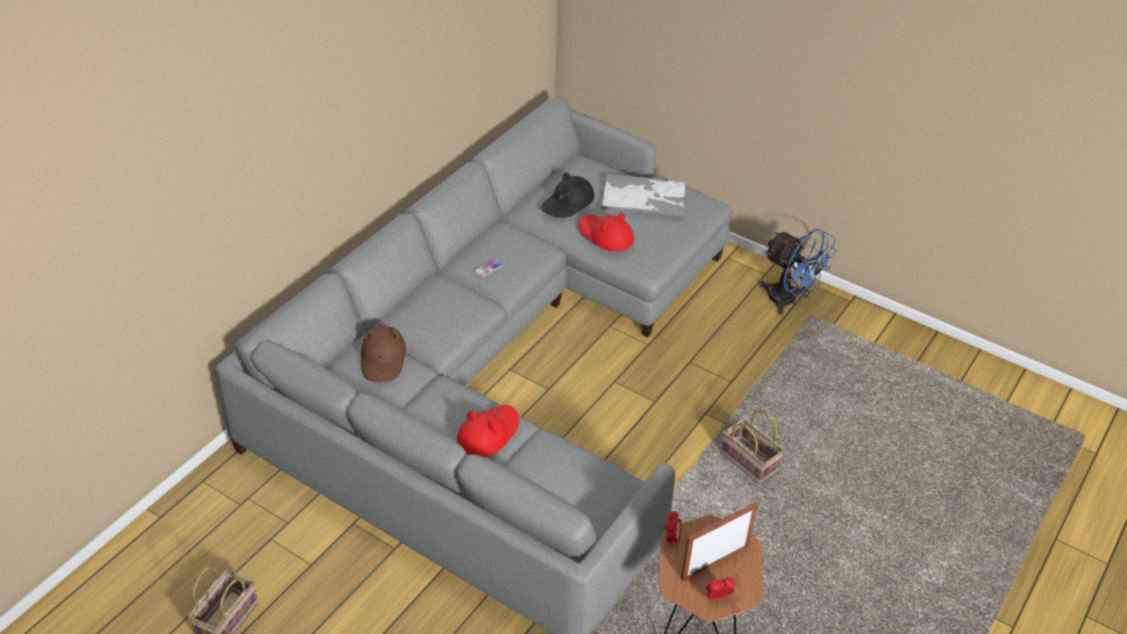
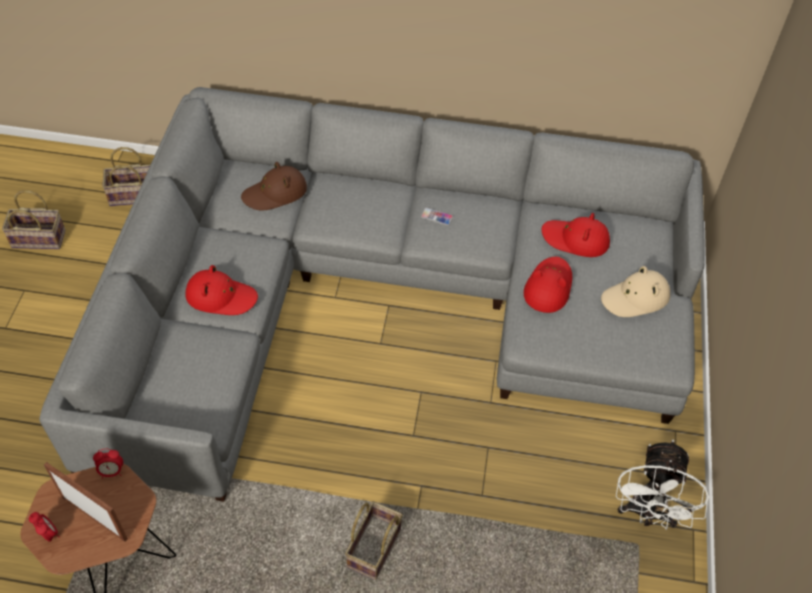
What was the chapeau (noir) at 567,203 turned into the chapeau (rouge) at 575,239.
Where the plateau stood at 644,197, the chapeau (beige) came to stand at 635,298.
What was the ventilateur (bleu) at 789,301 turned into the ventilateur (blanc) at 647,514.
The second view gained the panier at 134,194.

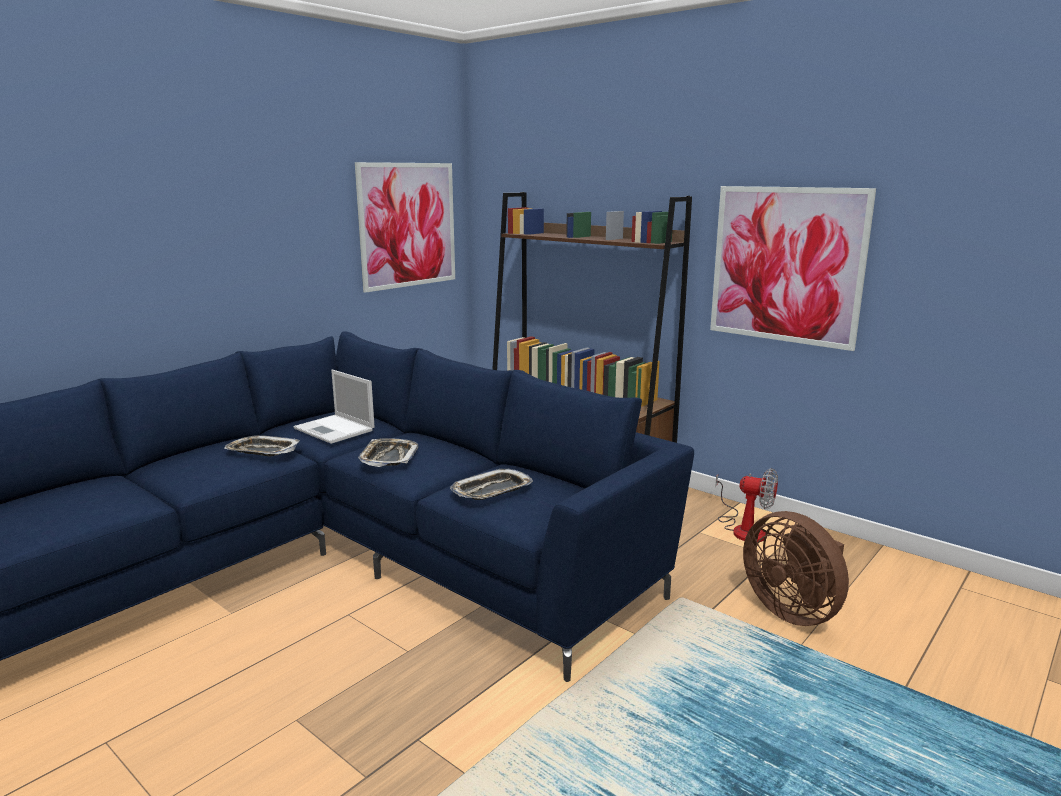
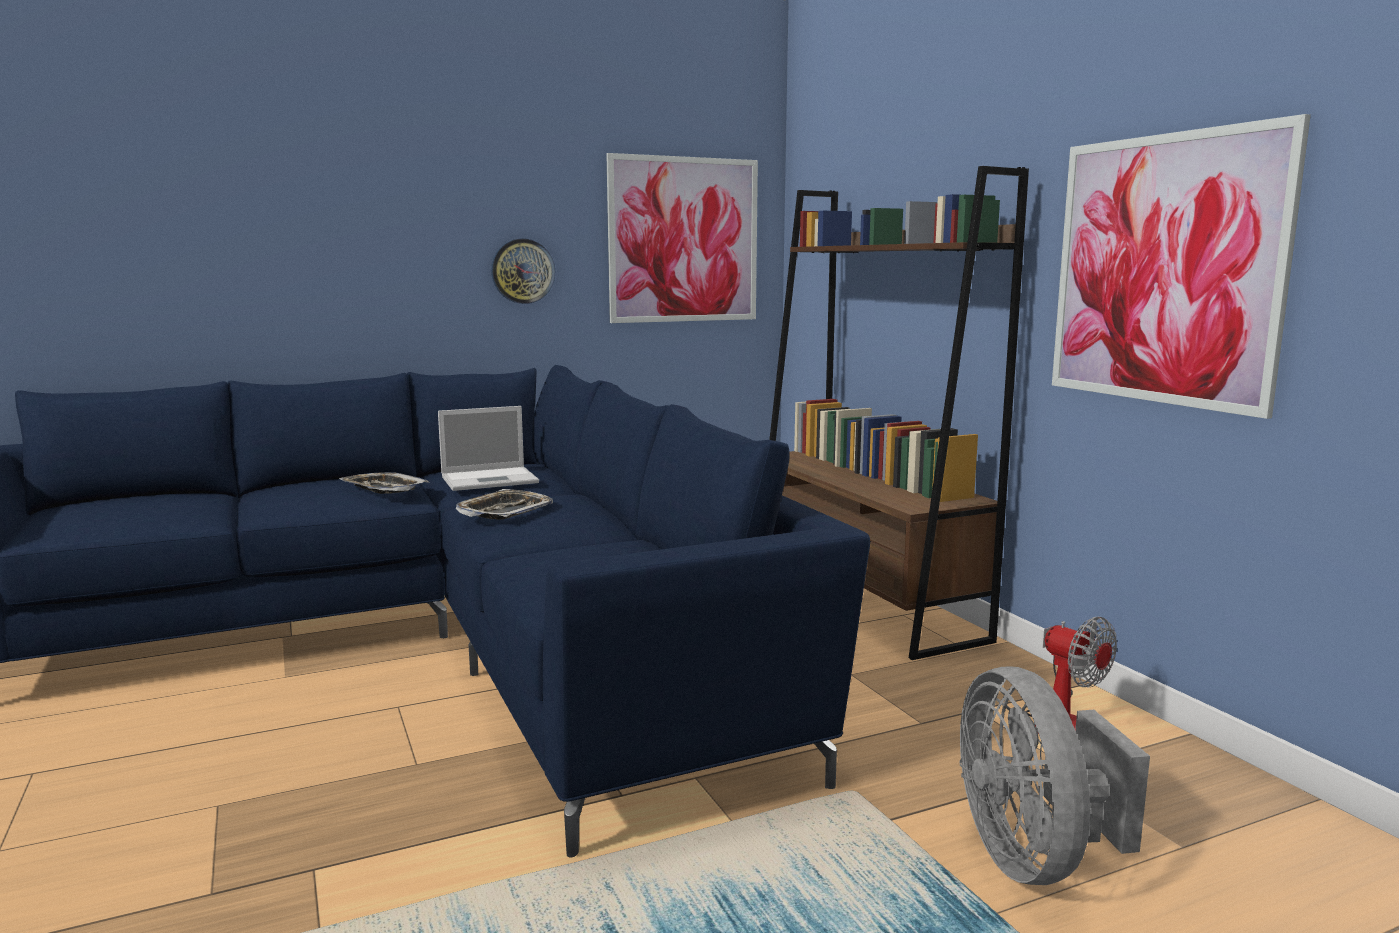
The ordinateur portable at 335,430 ended up facing another way, 90 degrees counterclockwise from before.
The second view lost the plateau at 492,491.
What was the ventilateur (marron) at 793,611 turned into the ventilateur (gris) at 1033,857.
The second view gained the horloge murale at 523,271.

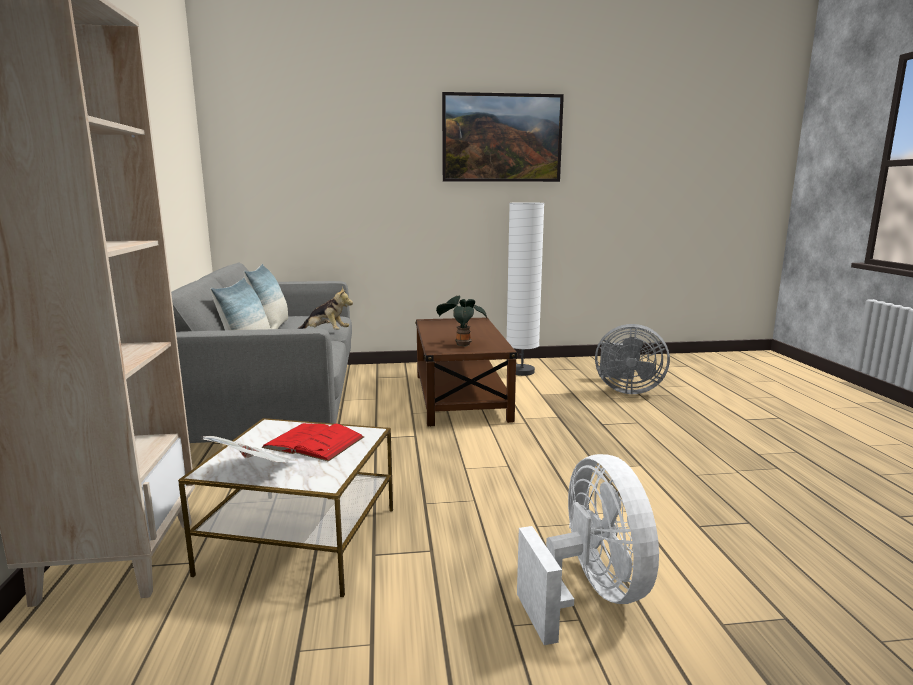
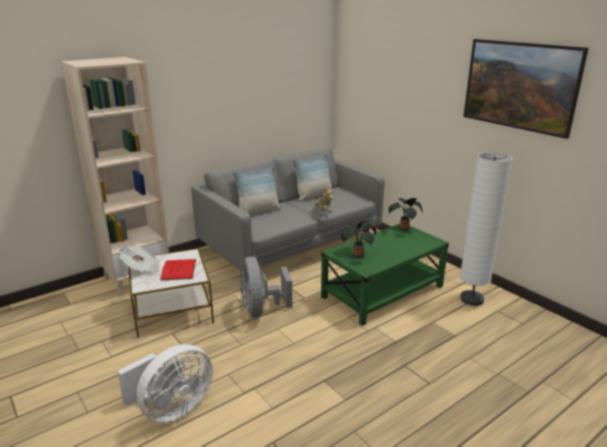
What was the table basse (marron) at 460,397 turned into the table basse (vert) at 383,292.
The ventilateur (gris) ended up elsewhere, having gone from 626,390 to 261,310.
The second view gained the plante en pot at 404,229.

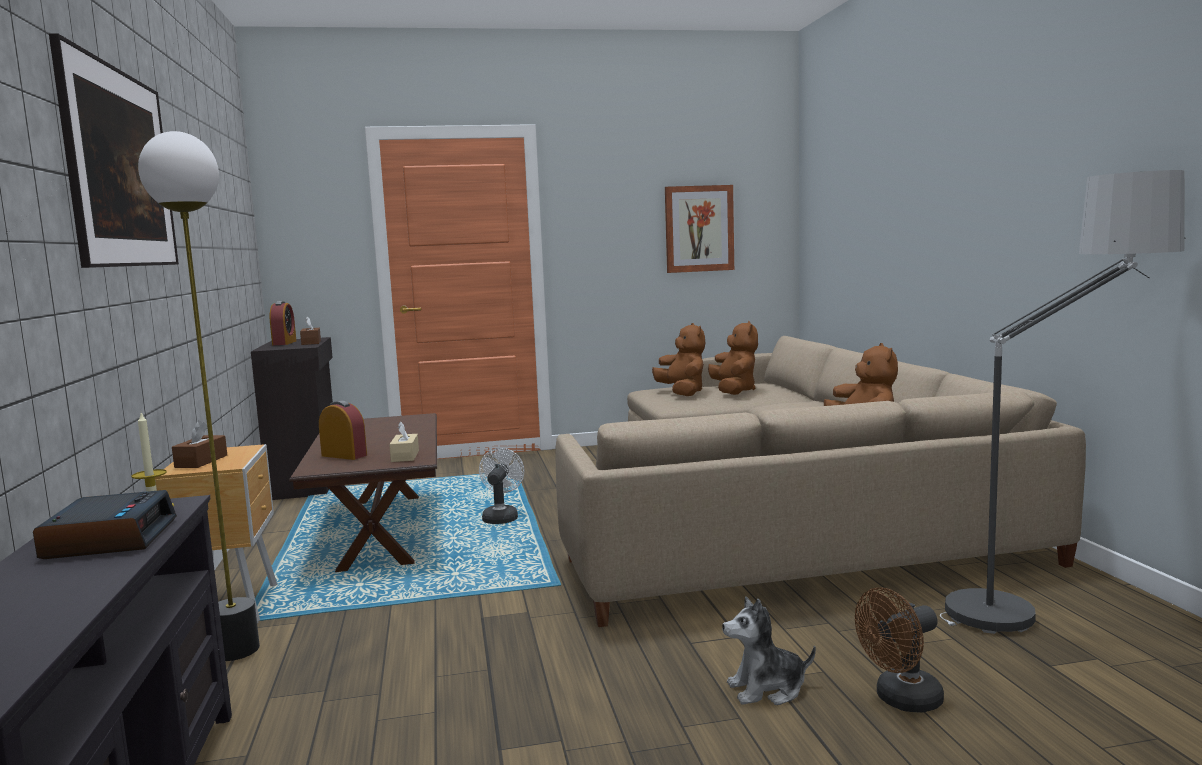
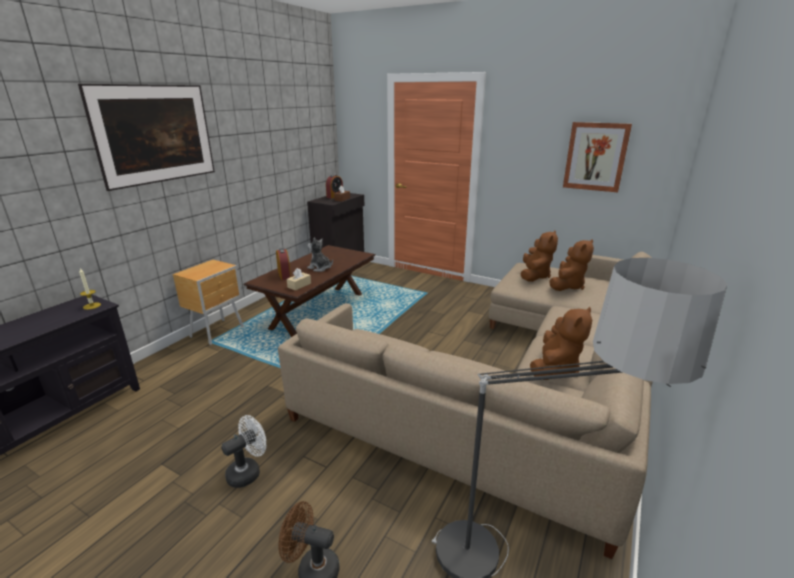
The second view lost the lampadaire at 237,650.
The second view lost the boîte à mouchoirs (marron) at 201,461.
The ventilateur (blanc) ended up elsewhere, having gone from 501,517 to 248,472.
The second view lost the réveil at 110,538.
The peluche ended up elsewhere, having gone from 767,689 to 320,268.

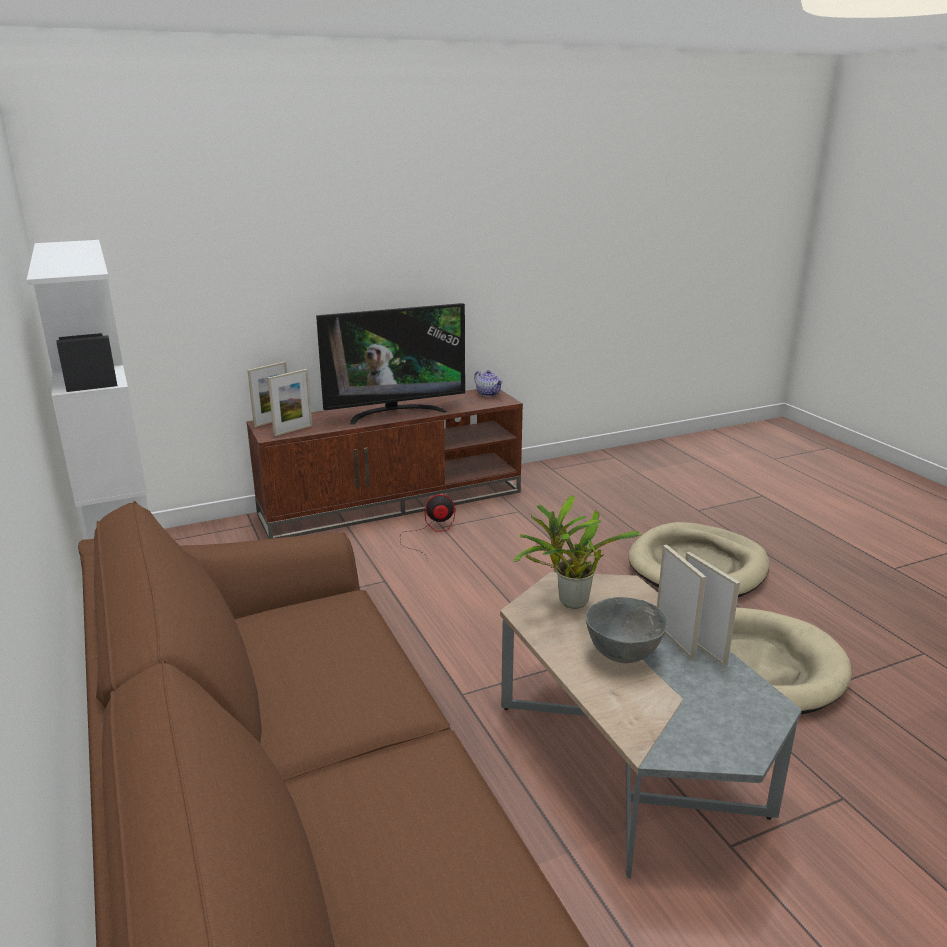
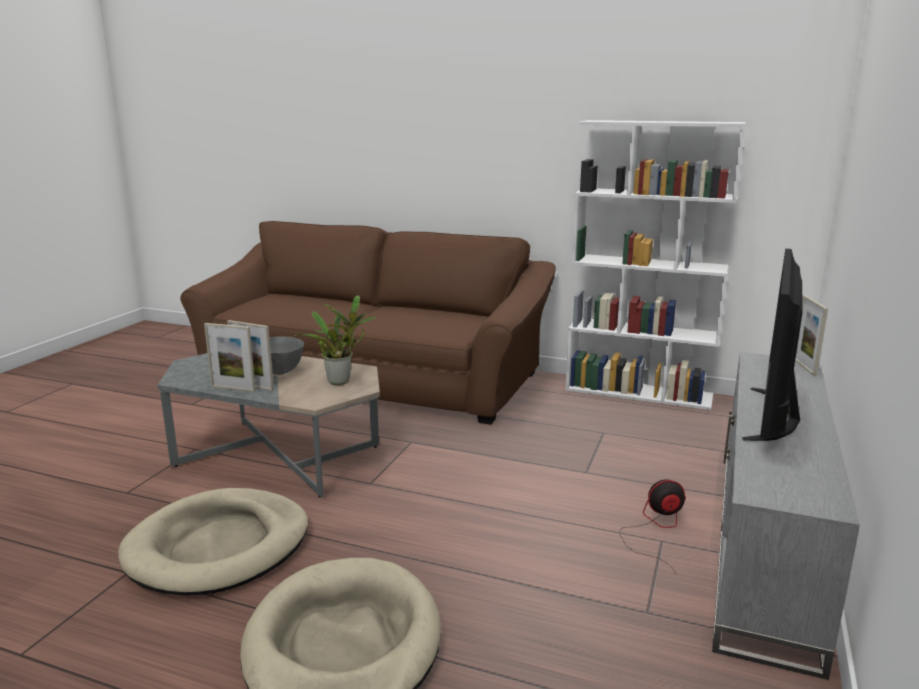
The second view lost the cadre photo at 293,430.
The second view lost the théière at 488,394.
What was the meuble télé (marron) at 393,502 turned into the meuble télé (gris) at 767,542.
The ventilateur at 430,532 ended up facing another way, 135 degrees counterclockwise from before.

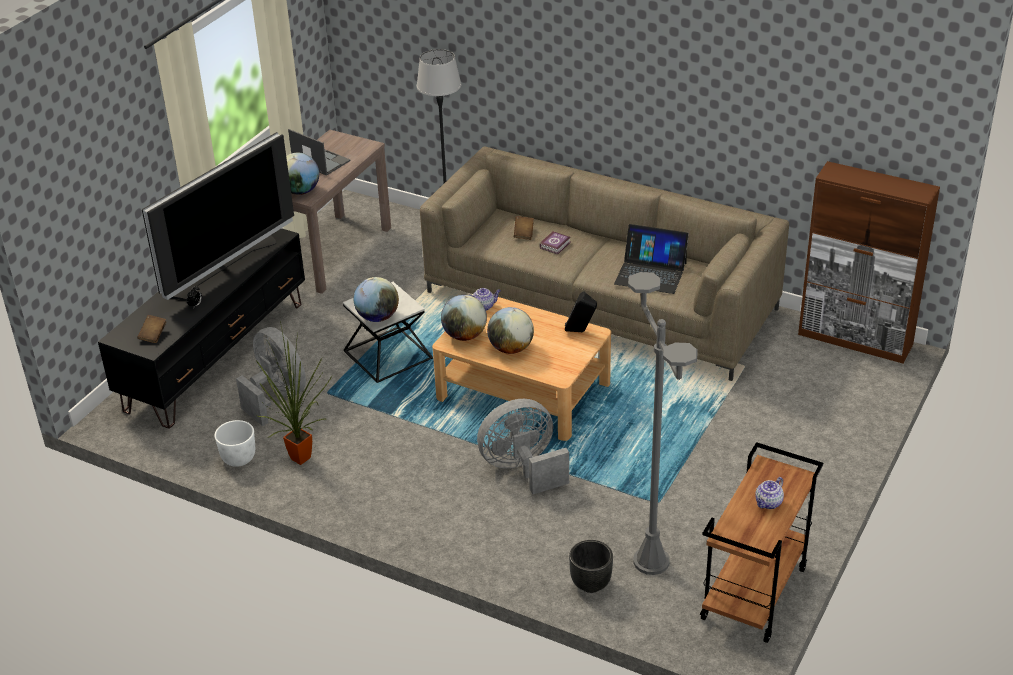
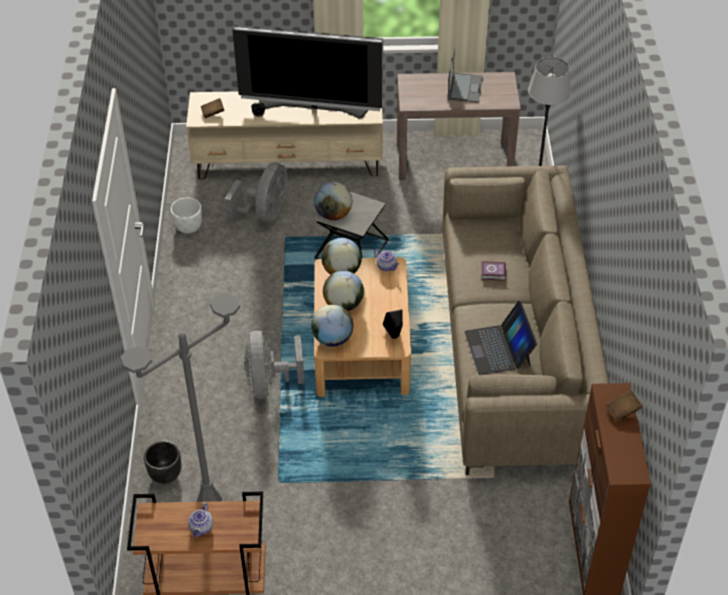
The globe ended up elsewhere, having gone from 300,191 to 332,339.
The livre (marron) ended up elsewhere, having gone from 524,233 to 622,410.
What was the meuble télé (noir) at 216,355 turned into the meuble télé (beige) at 289,162.
The second view lost the plante en pot at 304,457.
The ventilateur (gris) at 523,469 ended up facing another way, 135 degrees counterclockwise from before.
The théière at 768,503 ended up facing another way, 90 degrees counterclockwise from before.

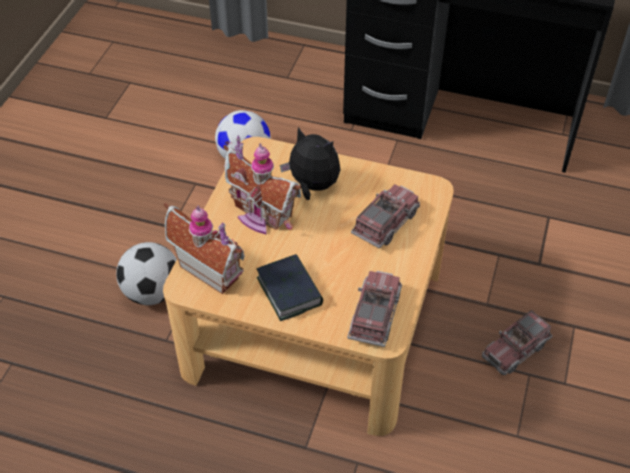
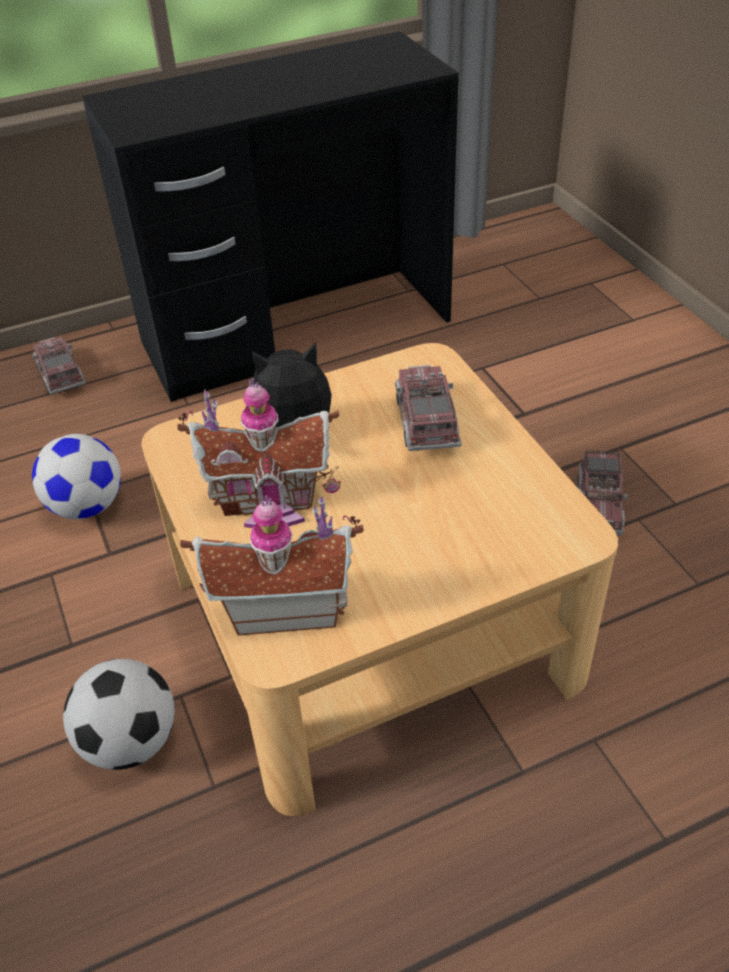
The second view lost the livre at 289,291.
The camion jouet ended up elsewhere, having gone from 374,315 to 61,375.

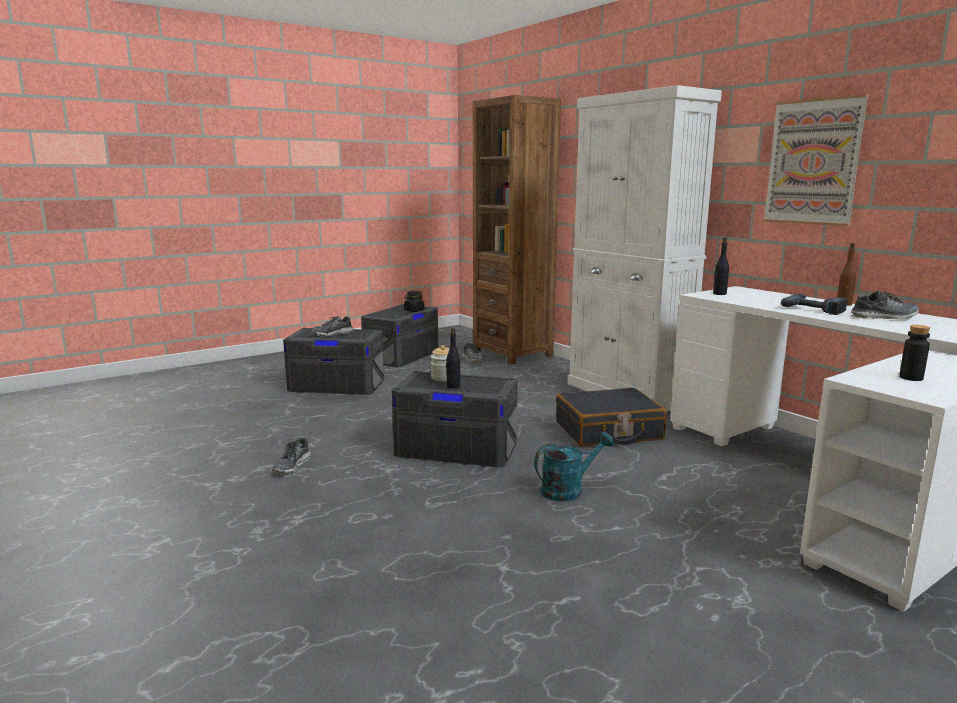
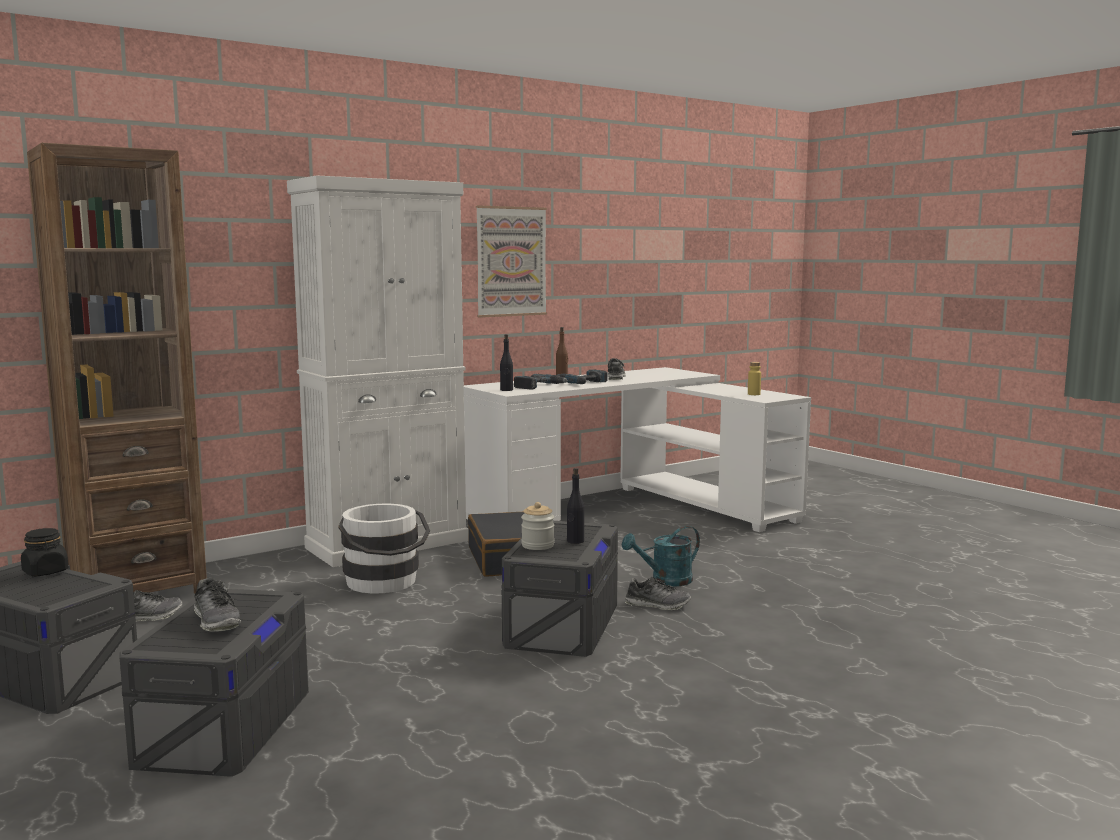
What was the bouteille (noir) at 911,378 turned into the bouteille (jaune) at 754,394.
The arrosoir (turquoise) at 568,490 ended up facing another way, 90 degrees counterclockwise from before.
The chaussure ended up elsewhere, having gone from 292,466 to 657,605.
The second view gained the perceuse at 539,386.
The second view gained the seau (blanc) at 384,583.

